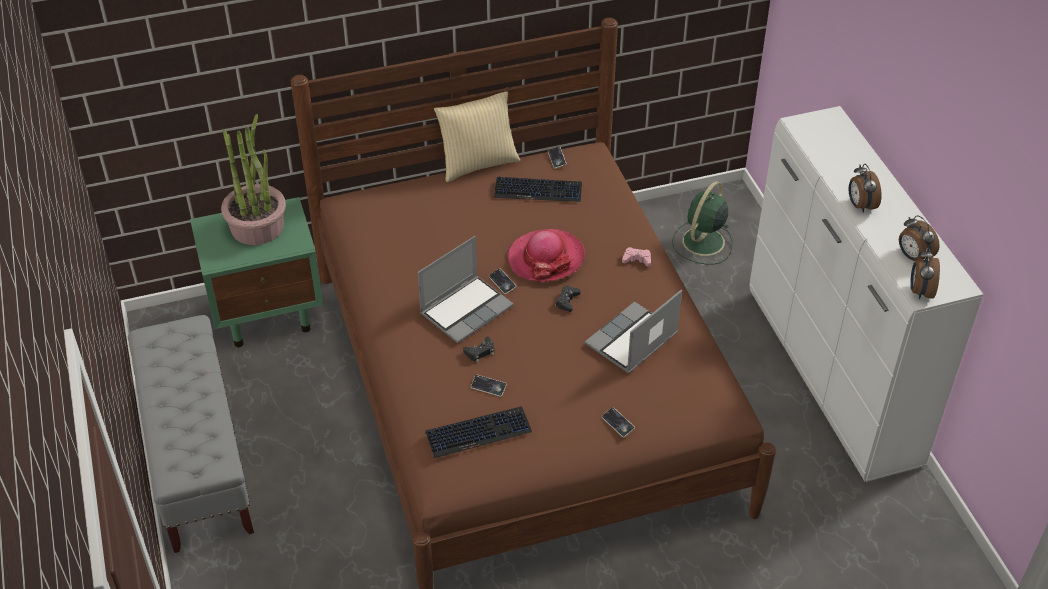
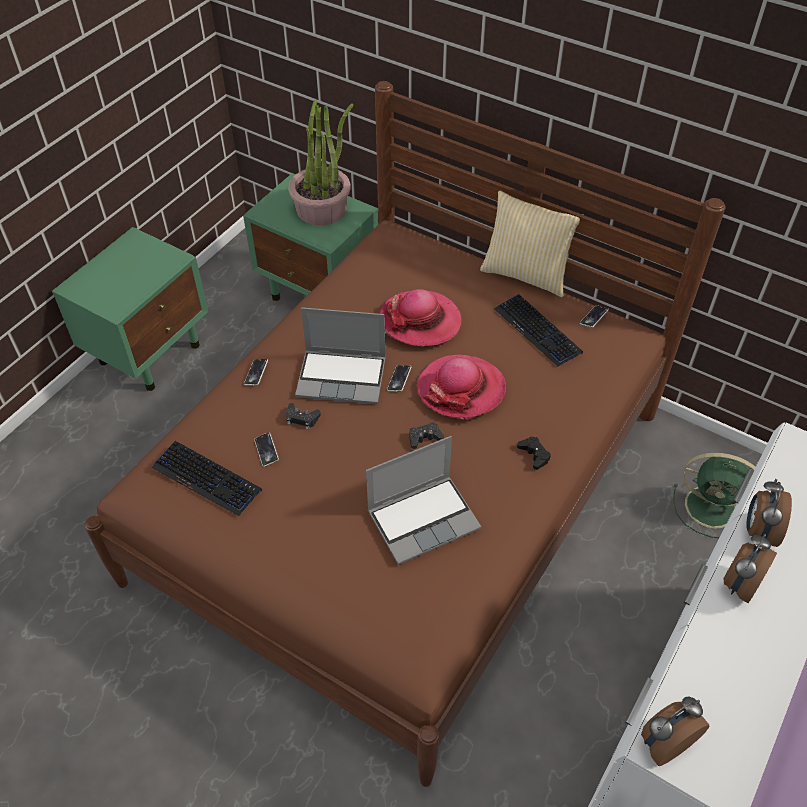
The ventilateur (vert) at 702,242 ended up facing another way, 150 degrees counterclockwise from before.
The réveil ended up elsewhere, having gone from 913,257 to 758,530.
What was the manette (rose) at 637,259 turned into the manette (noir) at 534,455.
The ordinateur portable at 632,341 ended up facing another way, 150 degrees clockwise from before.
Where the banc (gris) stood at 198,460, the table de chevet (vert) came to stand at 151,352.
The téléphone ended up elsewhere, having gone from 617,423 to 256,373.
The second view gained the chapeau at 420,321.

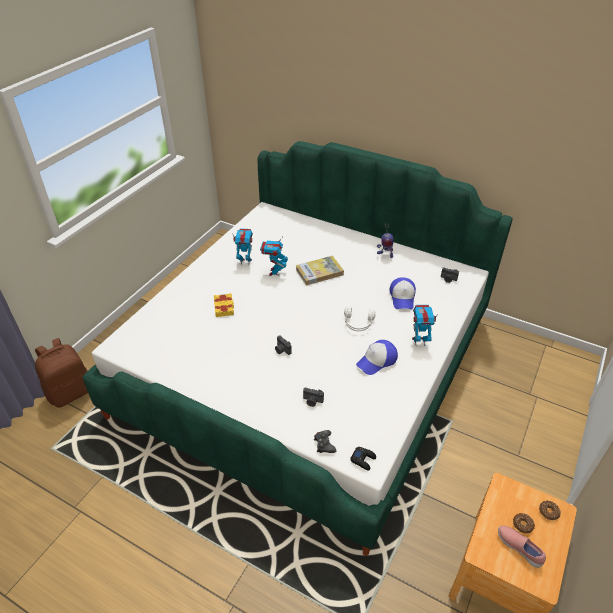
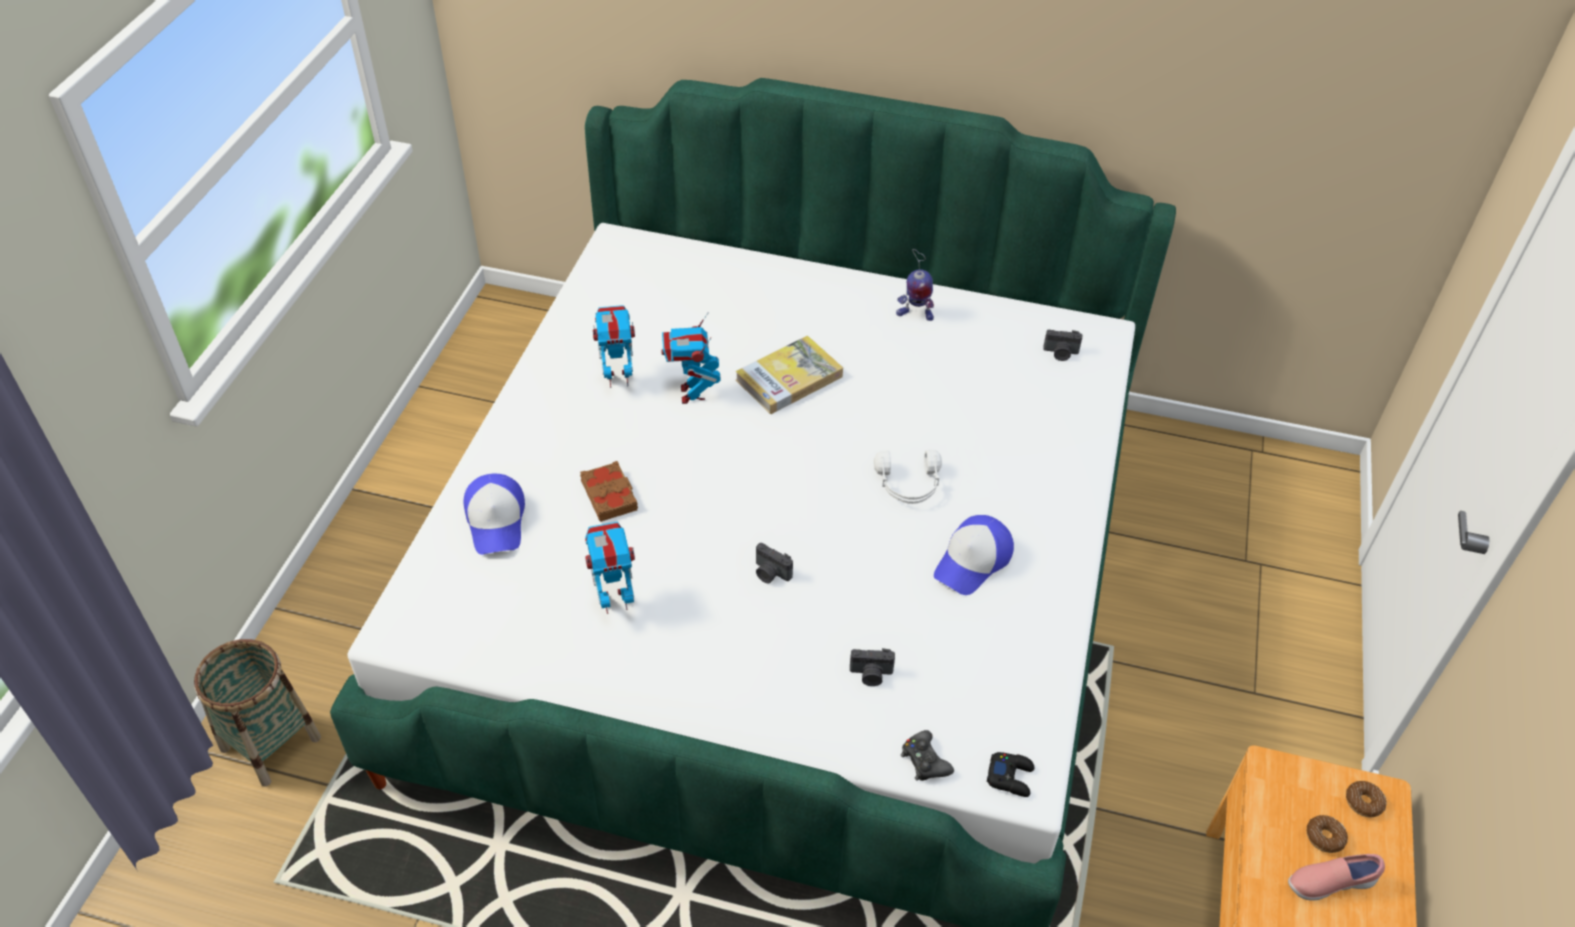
The casquette ended up elsewhere, having gone from 402,297 to 496,521.
What was the livre (jaune) at 224,307 turned into the livre (marron) at 610,495.
The robot jouet ended up elsewhere, having gone from 419,341 to 614,600.
Where the sac à dos (marron) stood at 71,392, the panier came to stand at 270,743.
The chaussure (rose) at 519,548 ended up facing another way, 45 degrees counterclockwise from before.

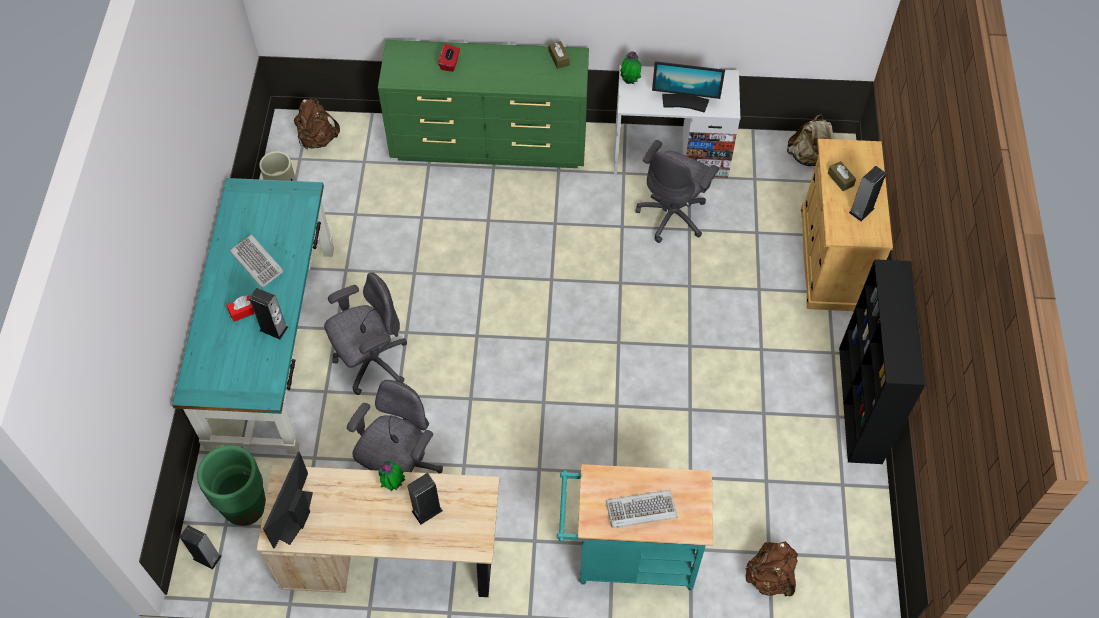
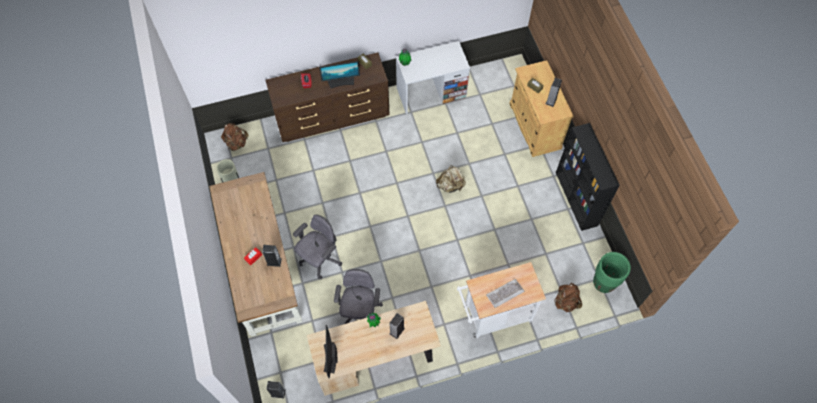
What was the commode (vert) at 490,145 turned into the commode (marron) at 333,117.
The écran d'ordinateur ended up elsewhere, having gone from 685,102 to 341,82.
The sac à dos (beige) ended up elsewhere, having gone from 810,157 to 450,185.
The second view lost the chaise de bureau (gris) at 673,215.
What was the bureau (turquoise) at 272,343 turned into the bureau (marron) at 262,266.
The second view lost the clavier at 258,262.
The cache-pot (vert) ended up elsewhere, having gone from 245,508 to 603,283.
What was the chariot (turquoise) at 627,556 turned into the chariot (blanc) at 493,316.

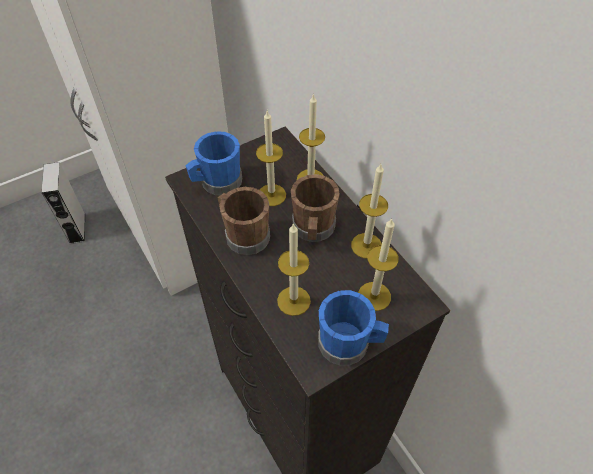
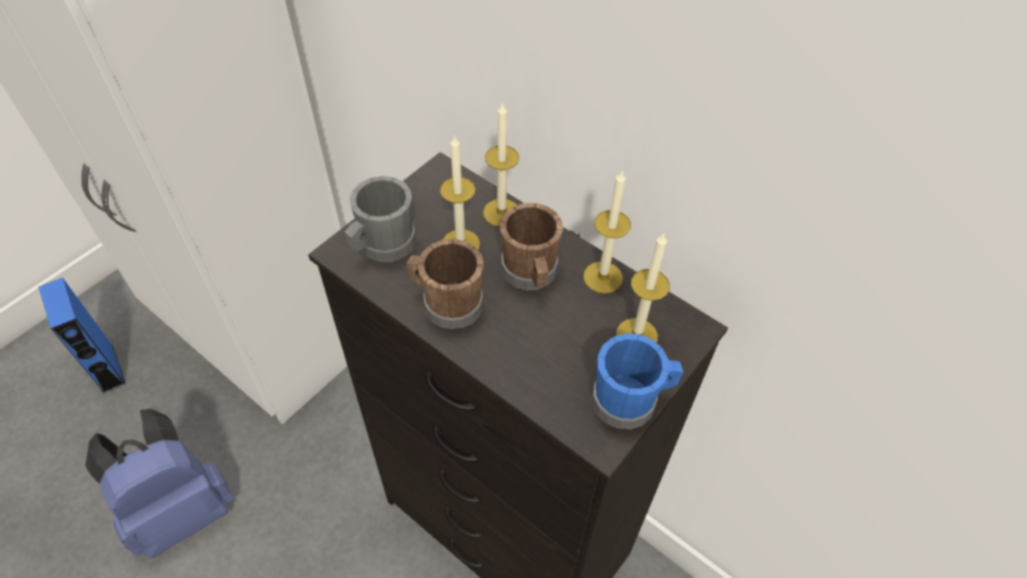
What was the mug (bleu) at 217,183 turned into the mug (gris) at 383,245.
What was the enceinte (gris) at 77,228 turned into the enceinte (bleu) at 107,368.
The second view lost the bougie at 293,301.
The second view gained the sac à dos (bleu) at 181,510.

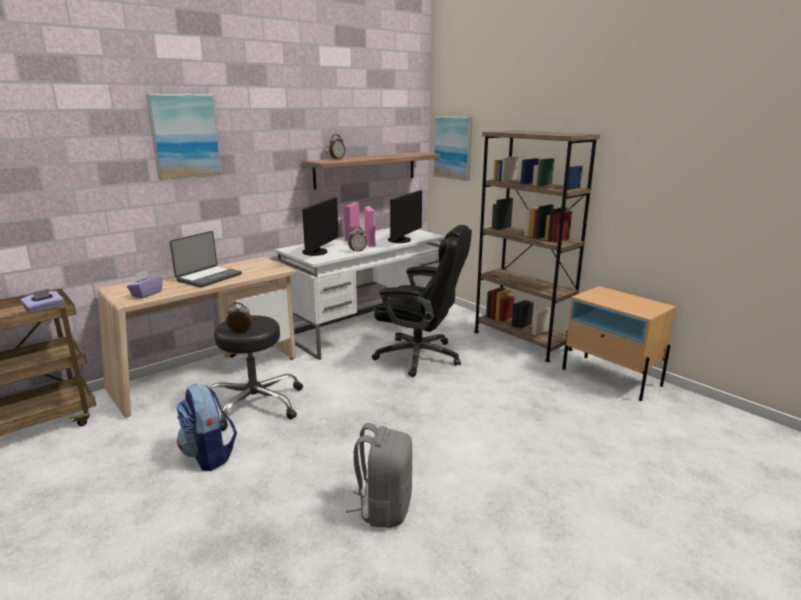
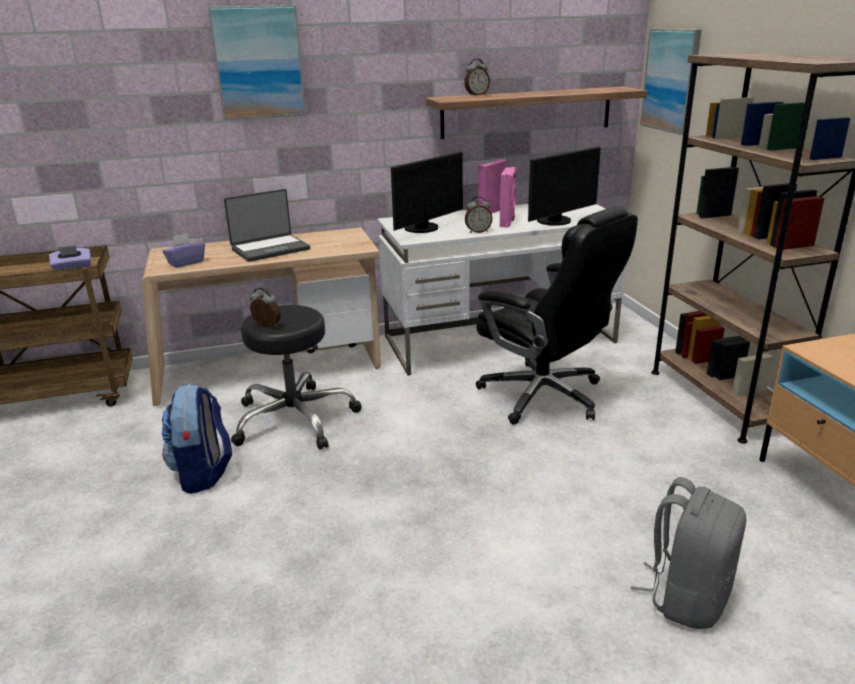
The sac à dos (gris) ended up elsewhere, having gone from 384,508 to 686,597.

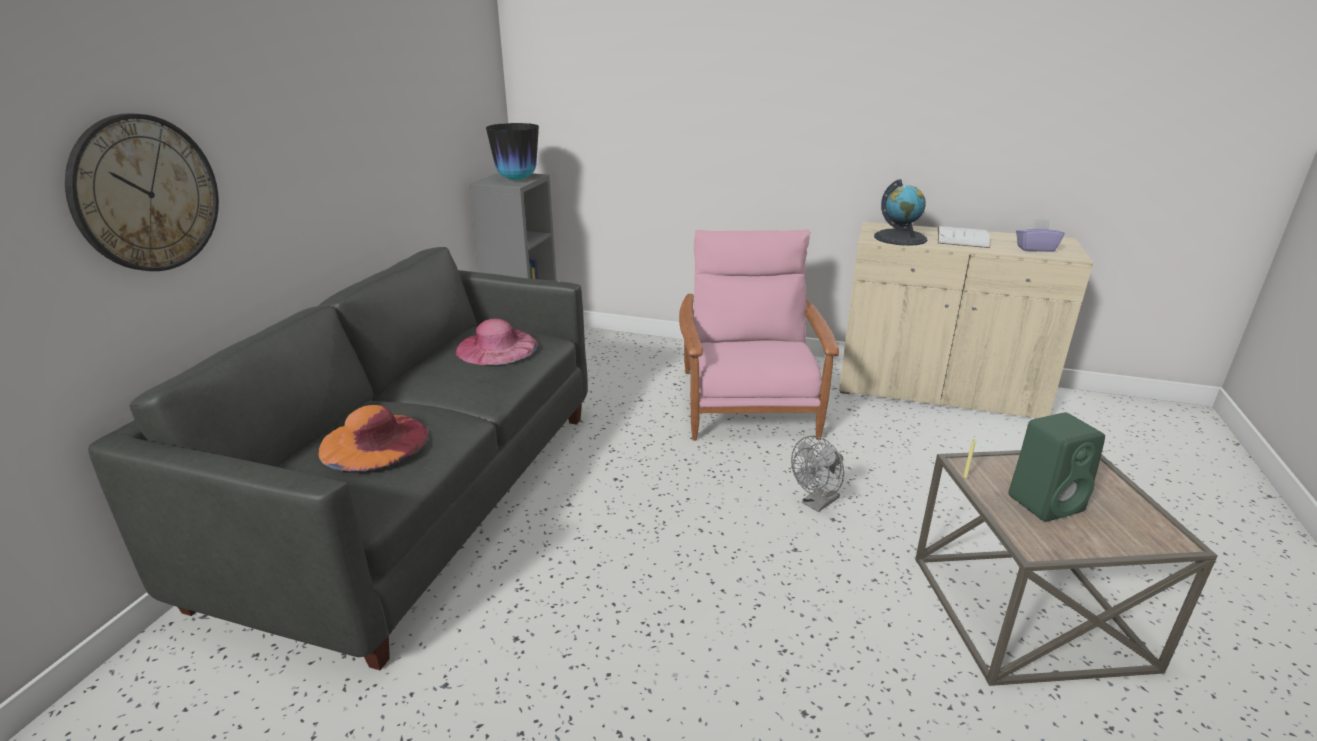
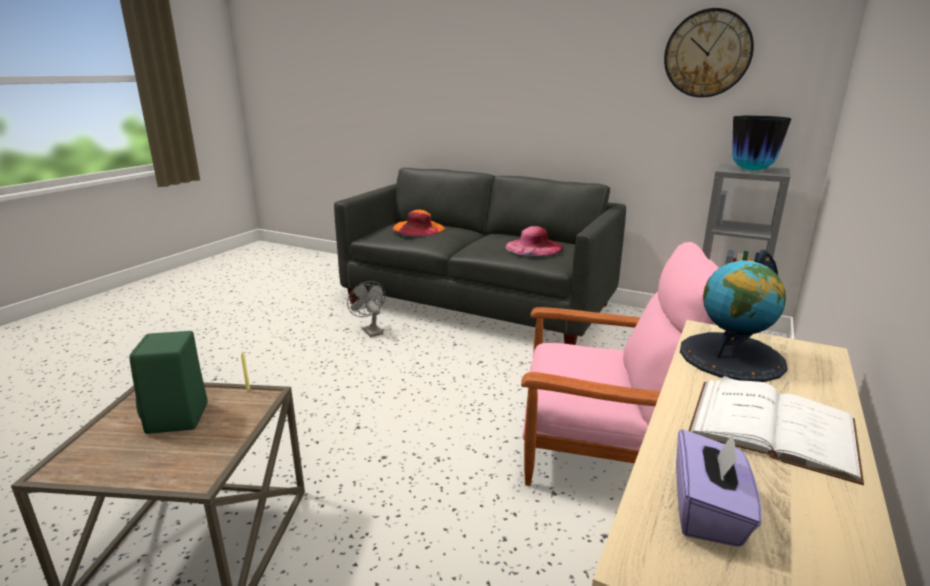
The horloge murale ended up elsewhere, having gone from 146,194 to 707,53.
The ventilateur (gris) ended up elsewhere, having gone from 817,503 to 370,330.

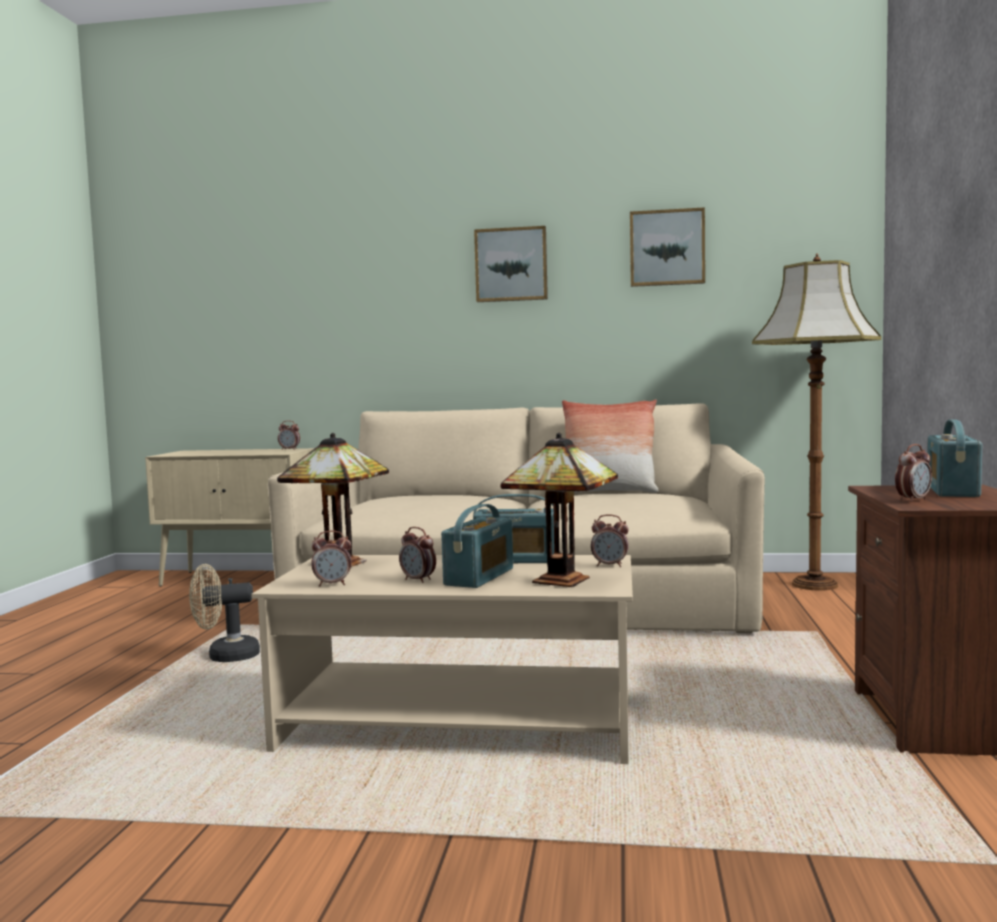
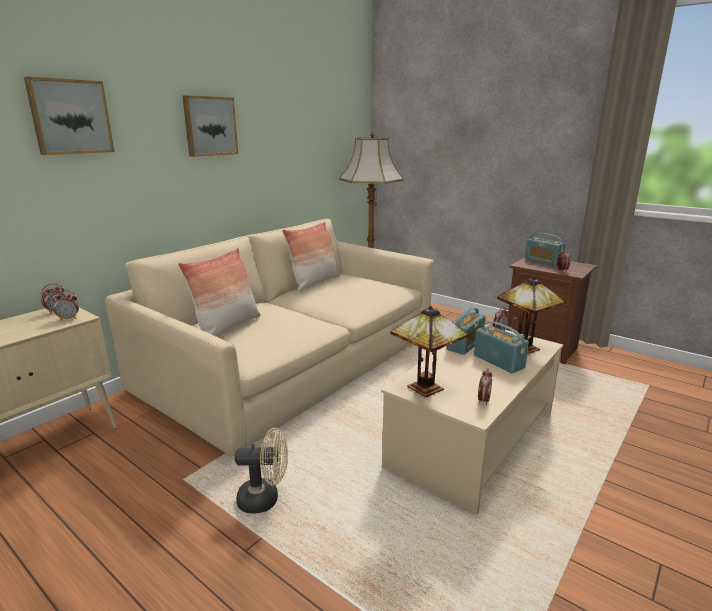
The tableau ended up elsewhere, having gone from 667,248 to 70,117.
The réveil ended up elsewhere, having gone from 418,580 to 69,318.
The ventilateur (beige) at 225,656 ended up facing another way, 105 degrees counterclockwise from before.
The second view gained the coussin at 227,327.

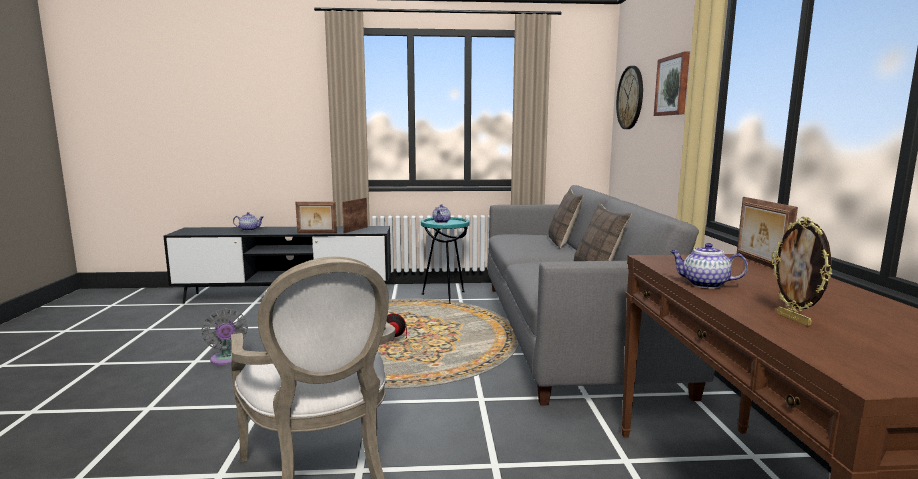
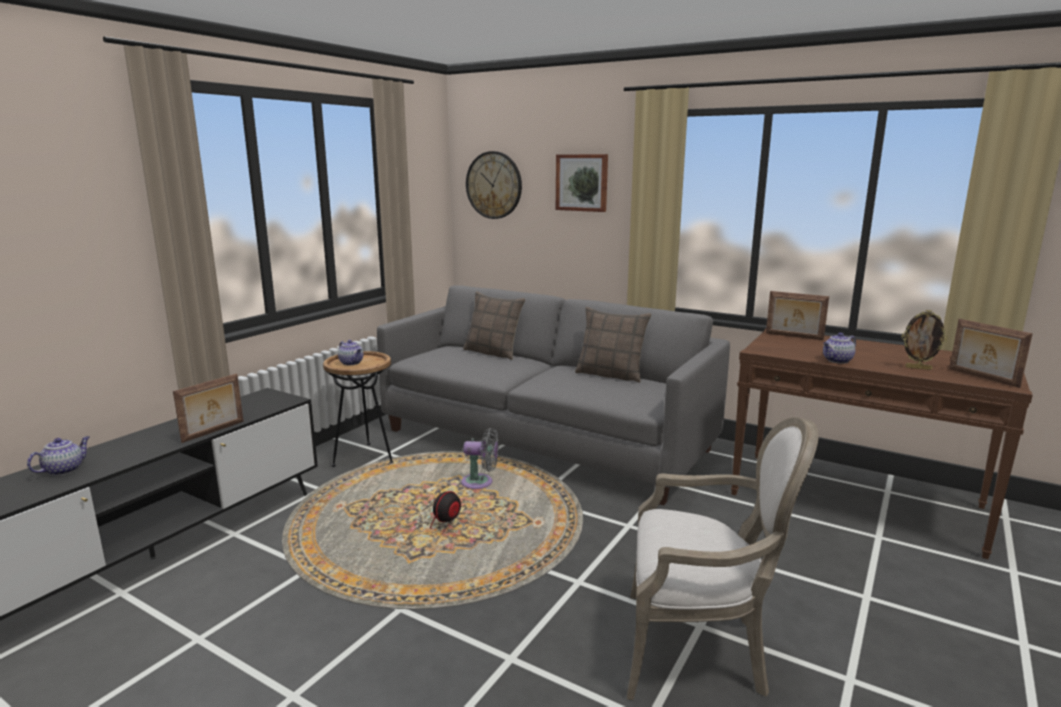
The cadre photo ended up elsewhere, having gone from 355,230 to 982,378.
What was the table d'appoint (turquoise) at 445,296 turned into the table d'appoint (marron) at 365,457.
The ventilateur (gris) ended up elsewhere, having gone from 227,360 to 480,483.

